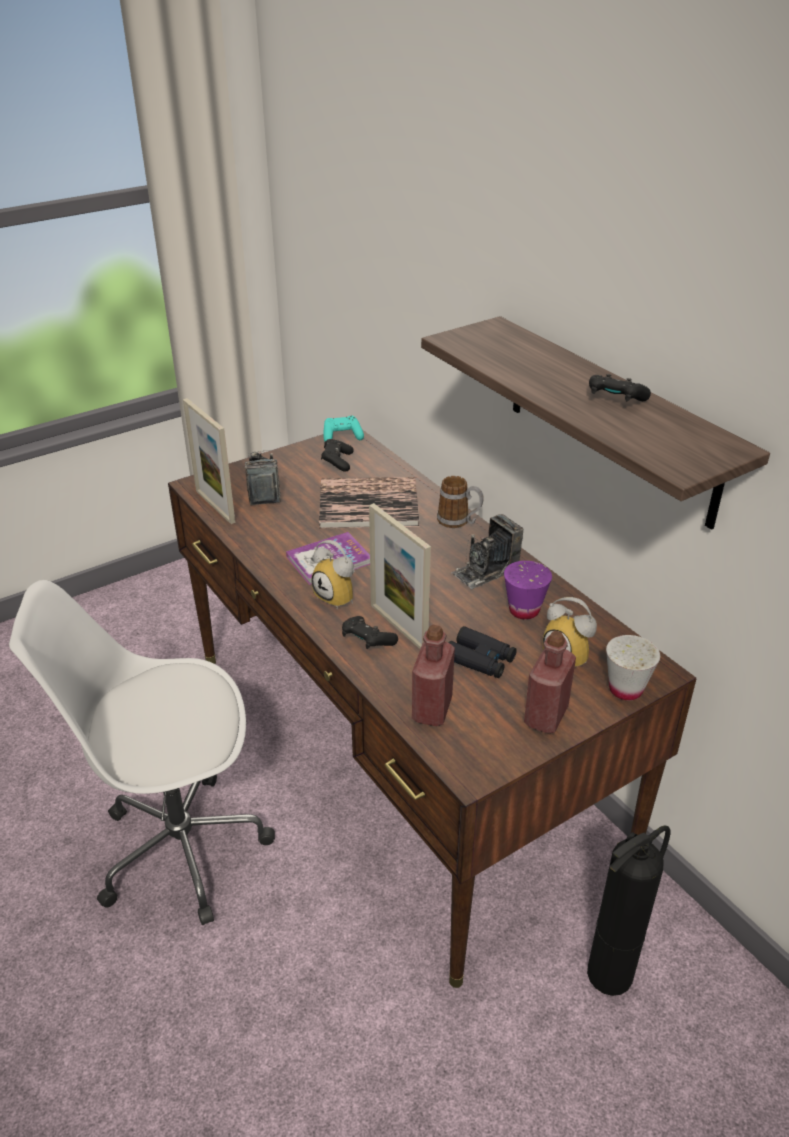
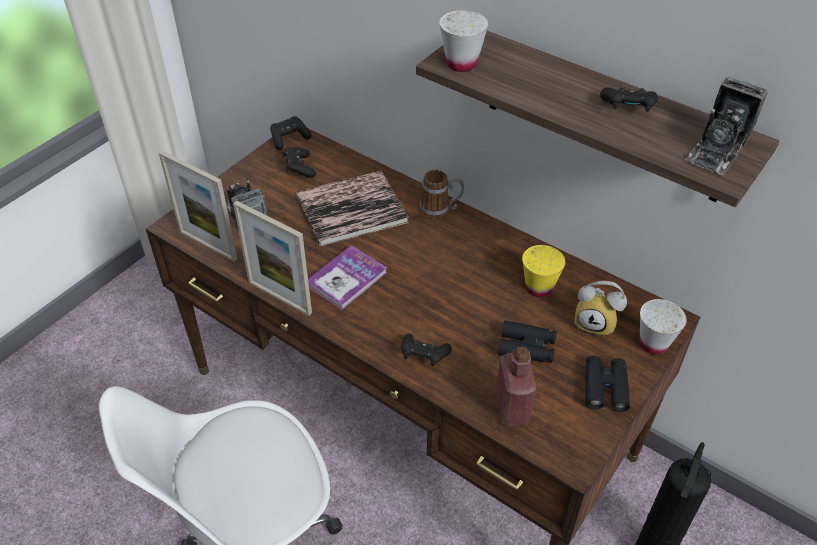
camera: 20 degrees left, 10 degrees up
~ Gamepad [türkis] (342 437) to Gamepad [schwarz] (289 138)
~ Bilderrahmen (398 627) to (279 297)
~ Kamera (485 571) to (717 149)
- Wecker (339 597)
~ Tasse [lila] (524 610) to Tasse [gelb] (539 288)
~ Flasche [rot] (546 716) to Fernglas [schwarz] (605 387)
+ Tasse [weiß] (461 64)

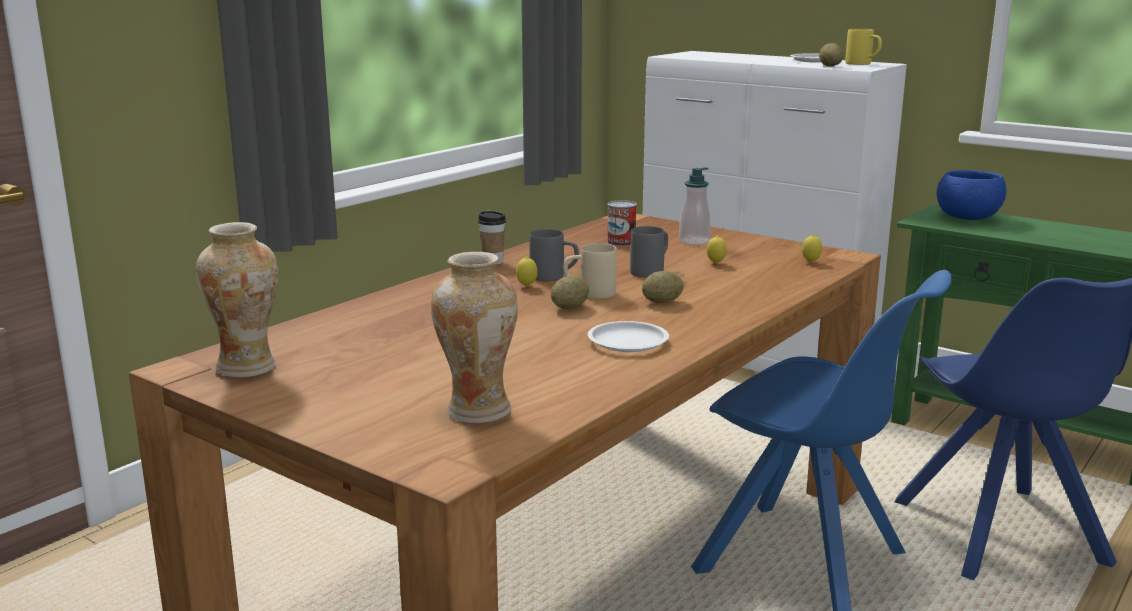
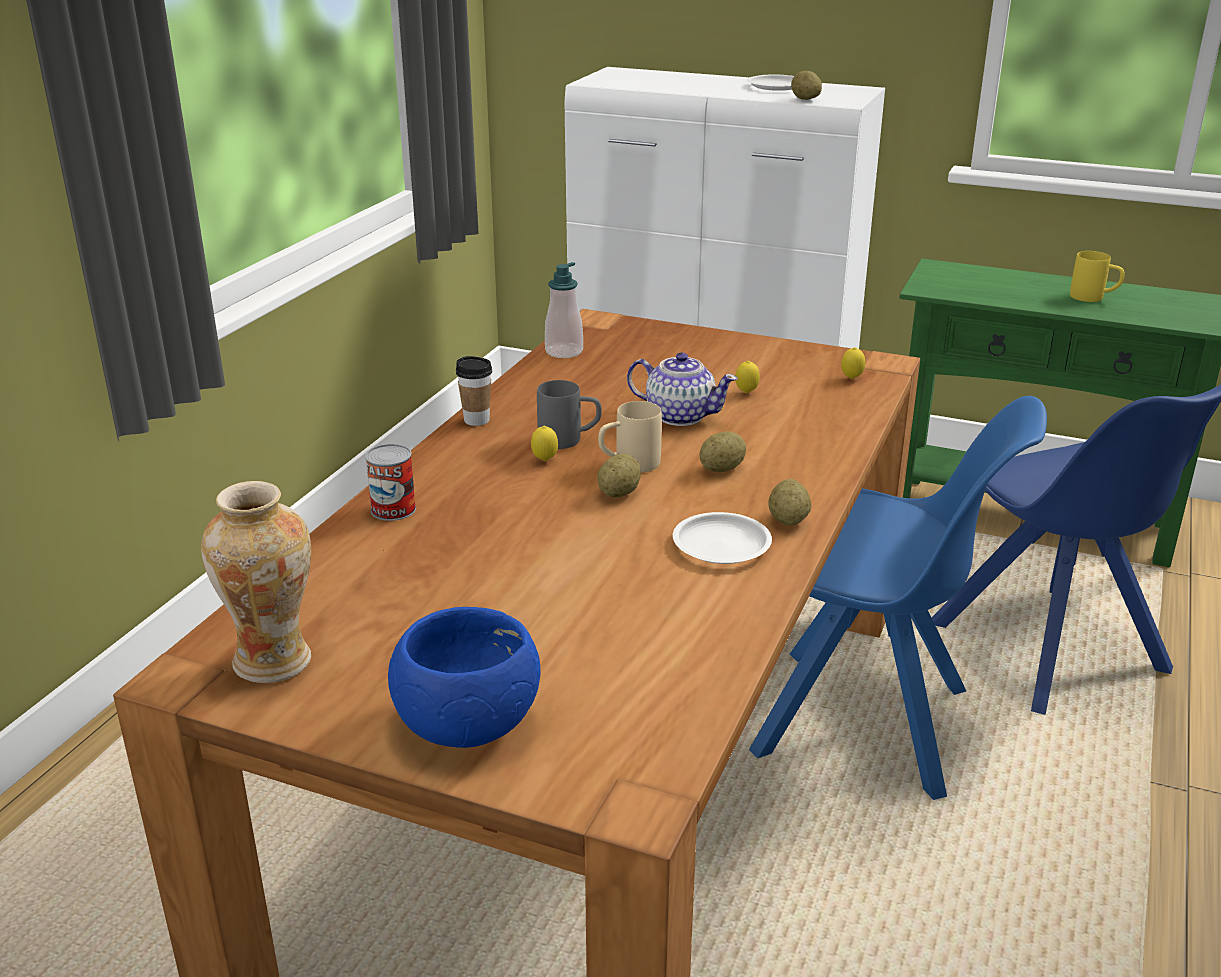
camera: 15 degrees left, 10 degrees up
~ Henkelbecher [gelb] (863 64) to (1094 298)
~ Seifenspender (694 241) to (564 352)
~ Schüssel [blau] (968 218) to (467 722)
~ Dose (621 243) to (393 509)
~ Henkelbecher [grau] (651 271) to Teekanne (679 415)
- Vase (478 411)
+ Kartoffel (788 520)

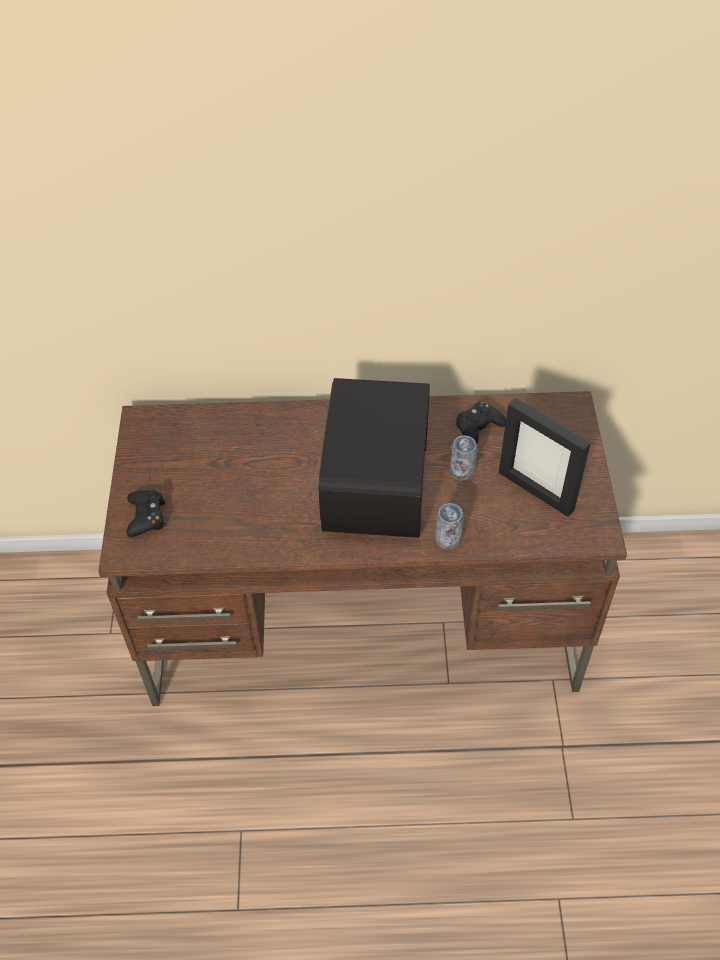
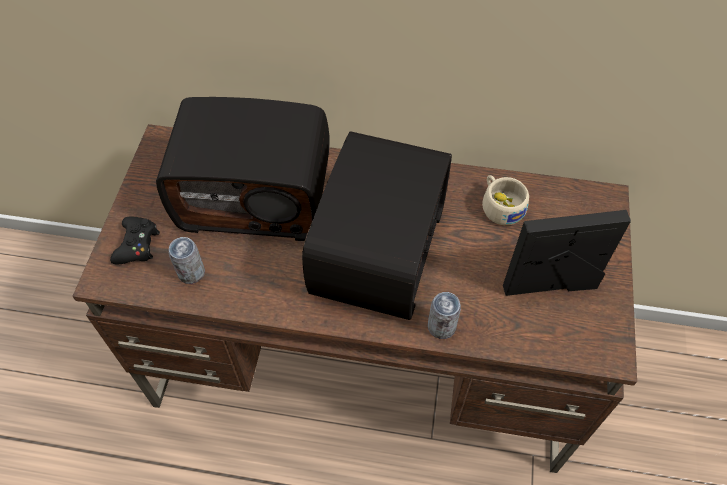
camera: 10 degrees right, 5 degrees up
~ Bilderrahmen (537 490) = (549 287) 120 degrees clockwise
~ Gamepad [schwarz] (478 427) to Tasse [beige] (500 205)
~ Dose (462 471) to (191 273)
+ Radio (256 195)

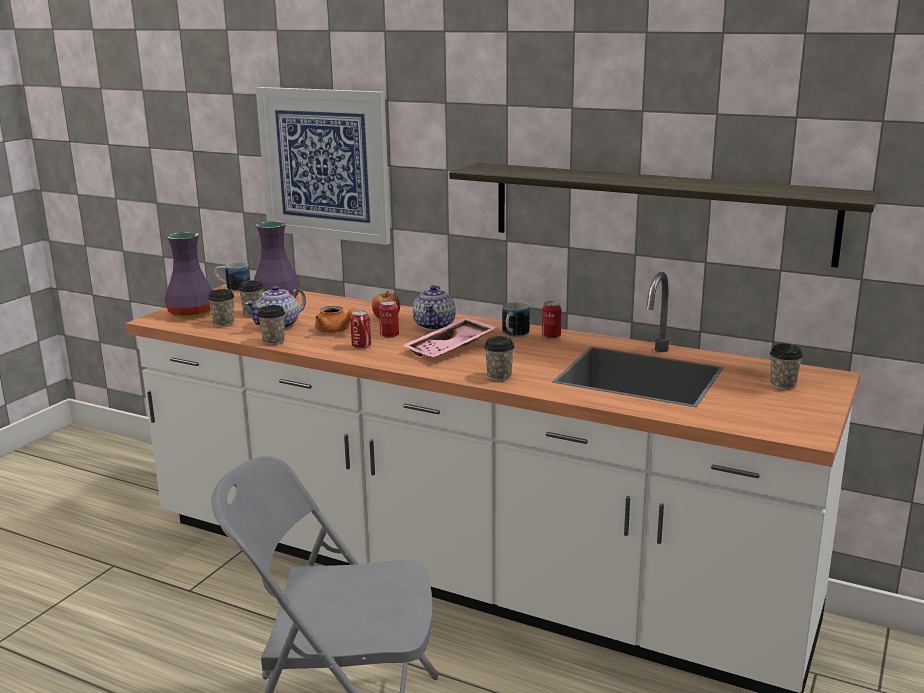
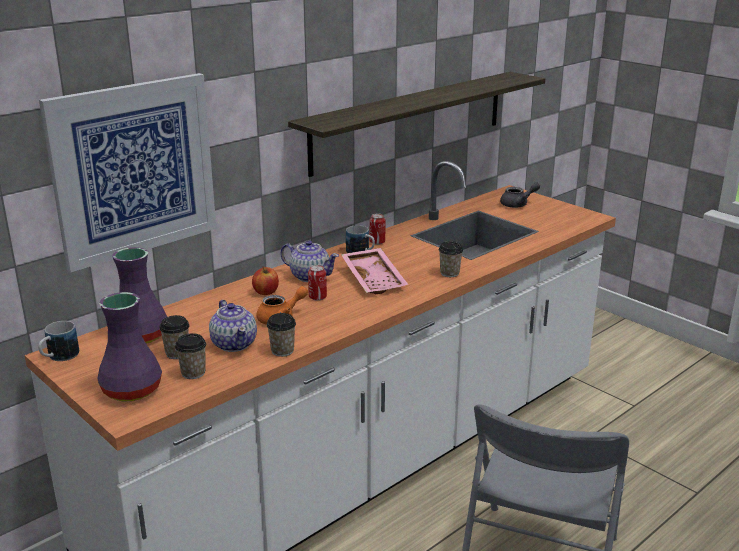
camera: 70 degrees left, 5 degrees up
- Dose (361 346)
~ Tasse (782 385) to Teekanne [grau] (518 204)

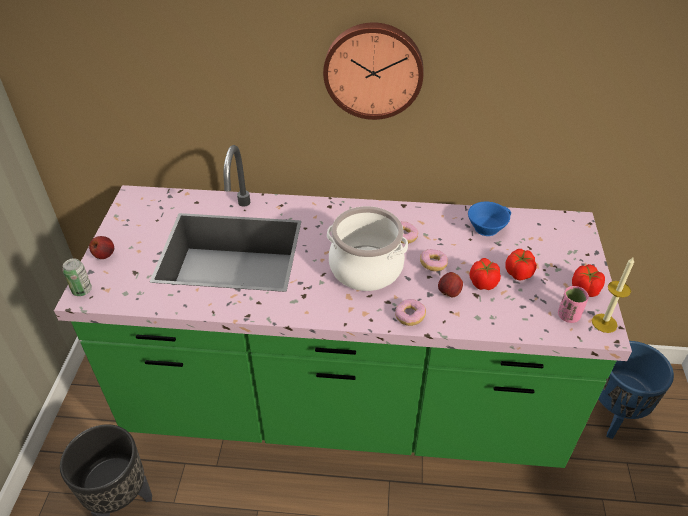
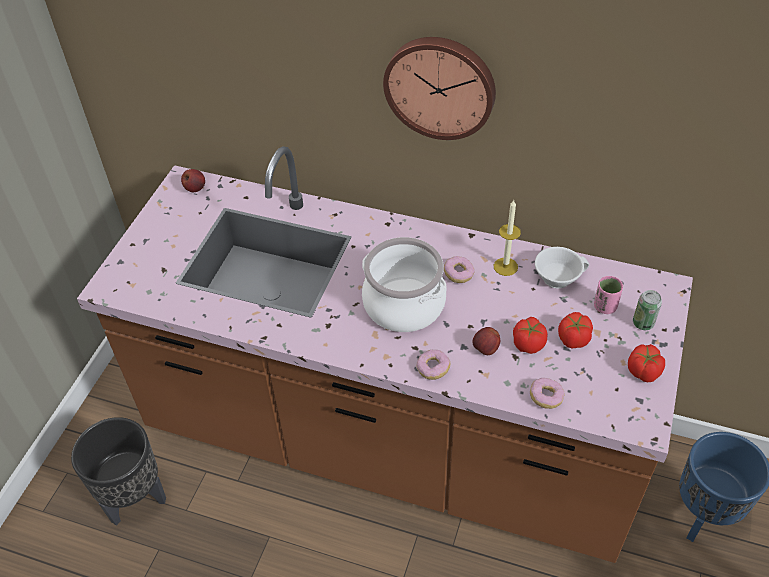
camera: 15 degrees right, 5 degrees up
~ Küchenzeile [grün] (344 404) to Küchenzeile [braun] (390 441)
~ Tasse [blau] (486 226) to Tasse [weiß] (557 276)
~ Apfel (104 255) to (195 189)
~ Donut (433 264) to (546 397)
~ Kerze (604 323) to (505 266)
~ Dose (82 290) to (643 323)
~ Tasse [rosa] (568 316) to (605 307)

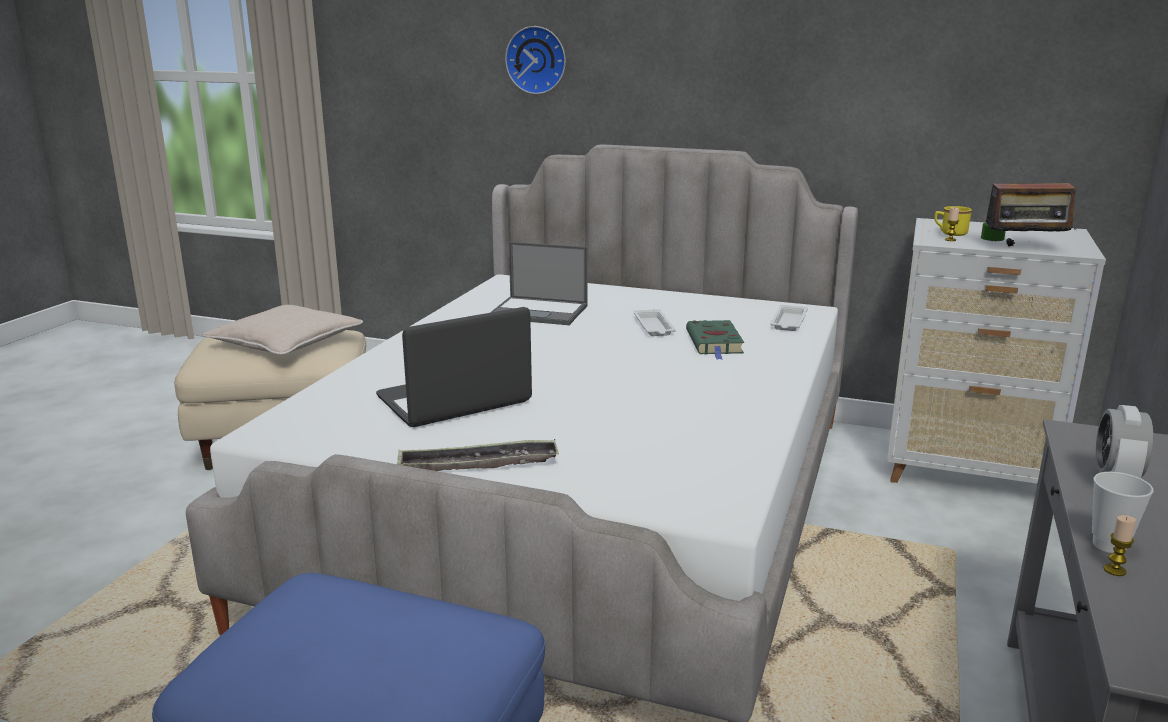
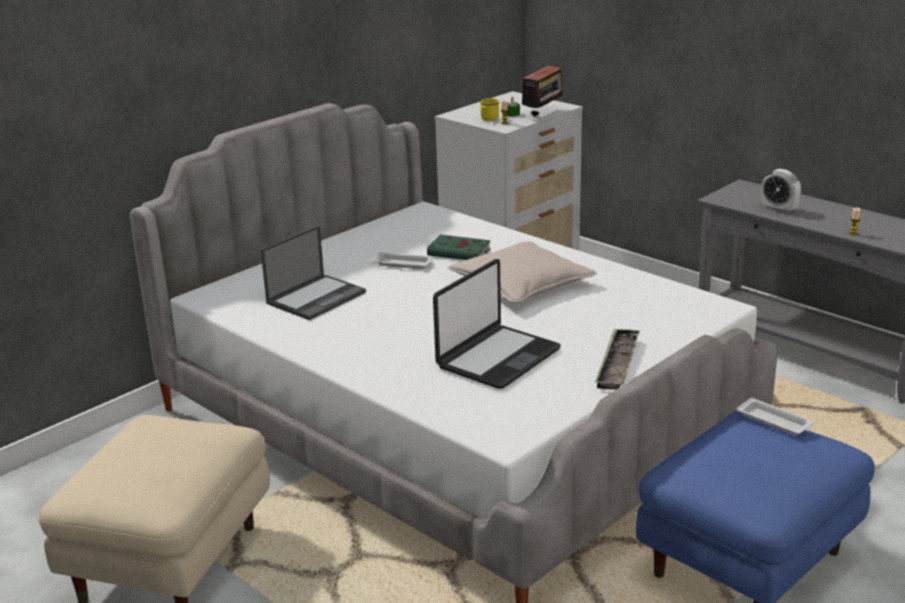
camera: 65 degrees left, 5 degrees up
- Wanduhr (537 60)
~ Kissen [beige] (286 341) to (521 282)
~ Tablett [weiß] (788 322) to (775 422)
~ Laptop (454 401) = (497 358) 135 degrees counterclockwise
- Tasse (1109 545)

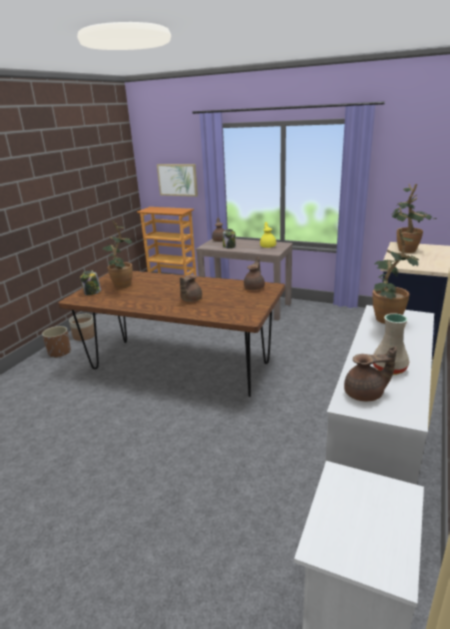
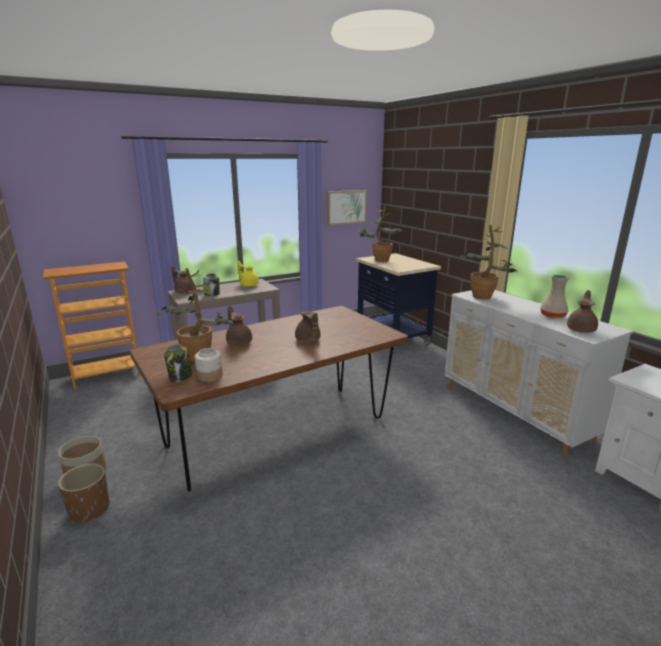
camera: 55 degrees left, 5 degrees down
~ Bild (177 180) to (346 207)
~ Teekanne [braun] (254 287) to (239 342)
+ Vorratsglas (210 376)

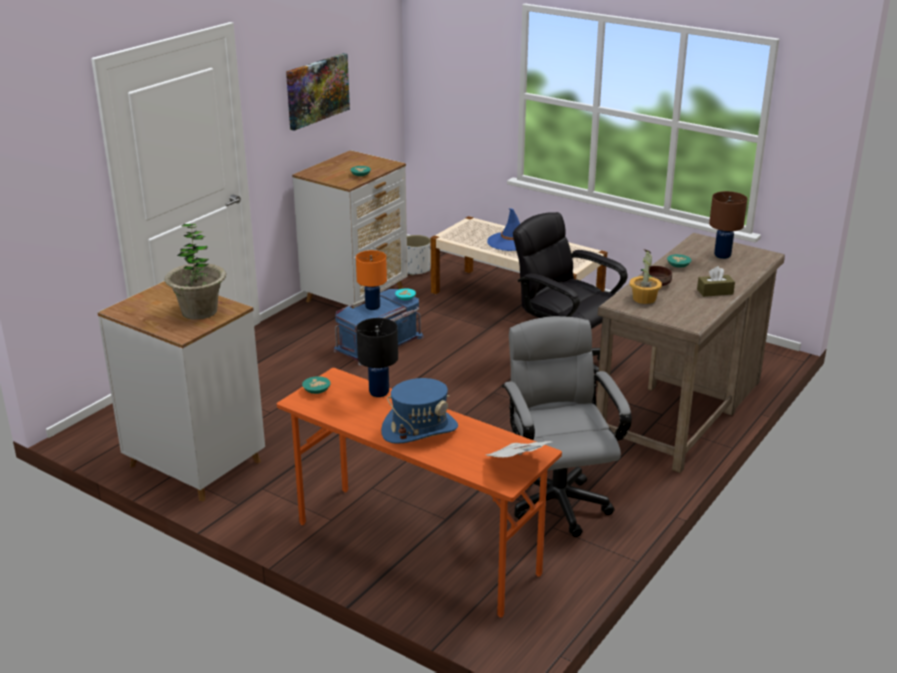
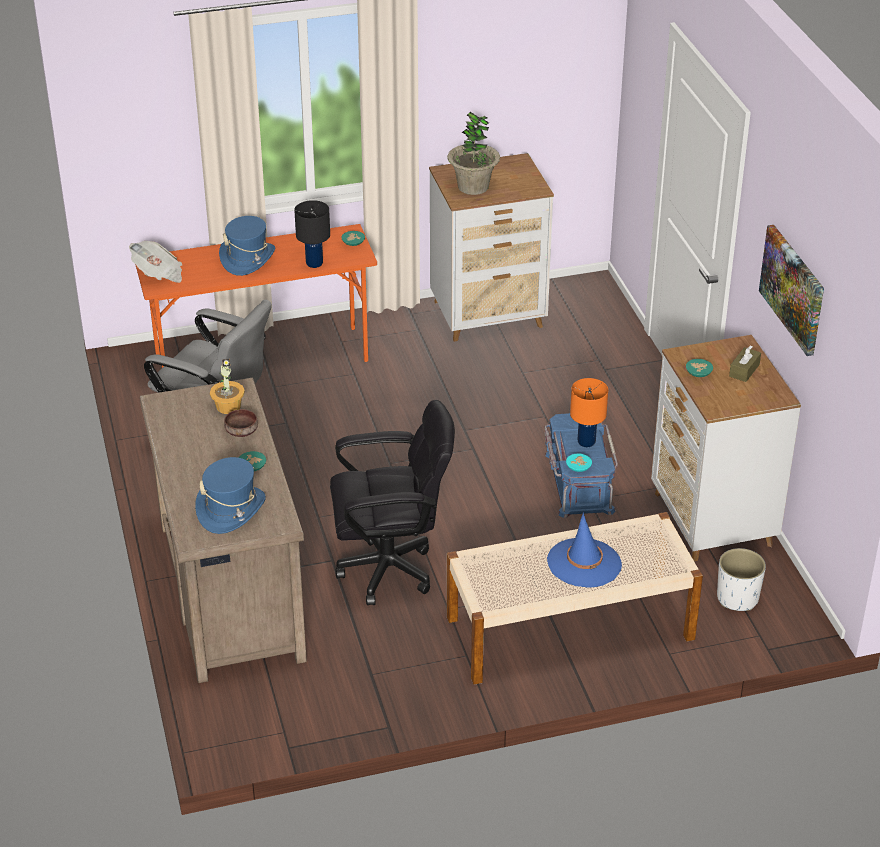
camera: 130 degrees right, 10 degrees up
~ Tischlampe [braun] (722 255) to Hut [blau] (231 509)
~ Taschentuchbox [braun] (715 292) to (744 370)

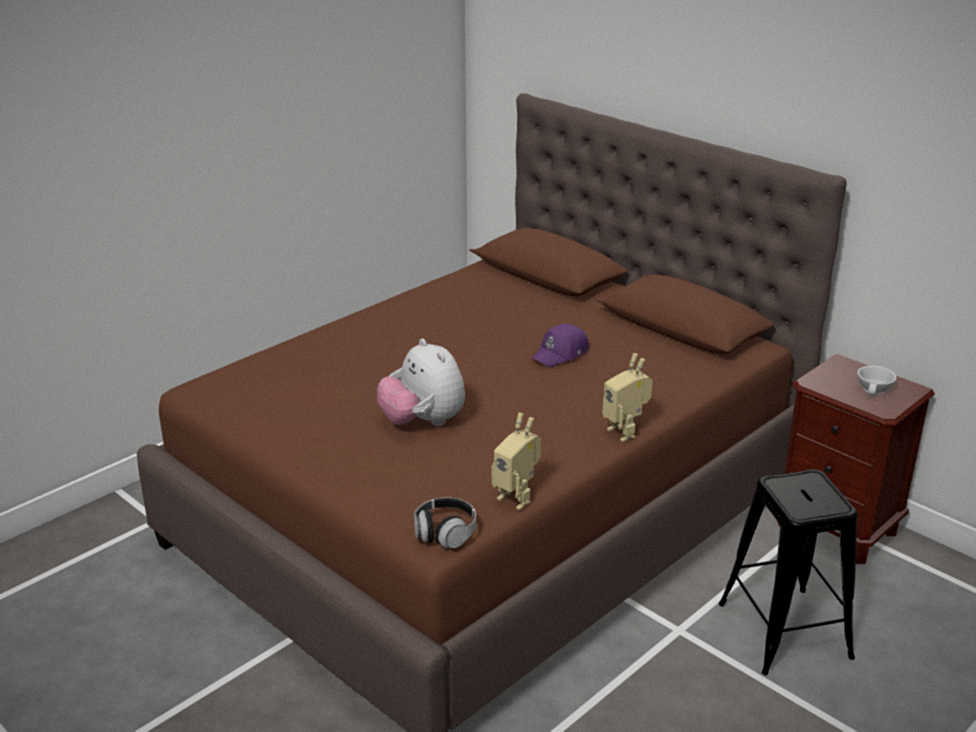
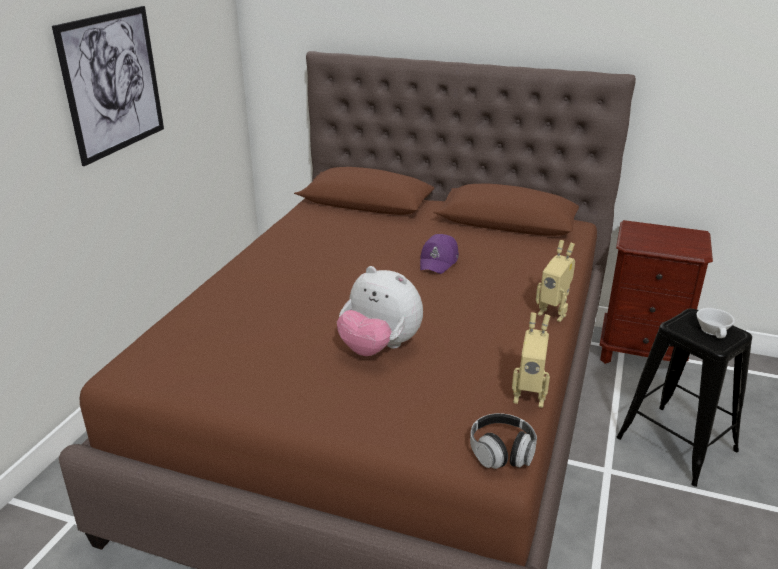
camera: 25 degrees left, 0 degrees up
~ Tasse [weiß] (875 389) to (714 330)
+ Bild (113 83)

